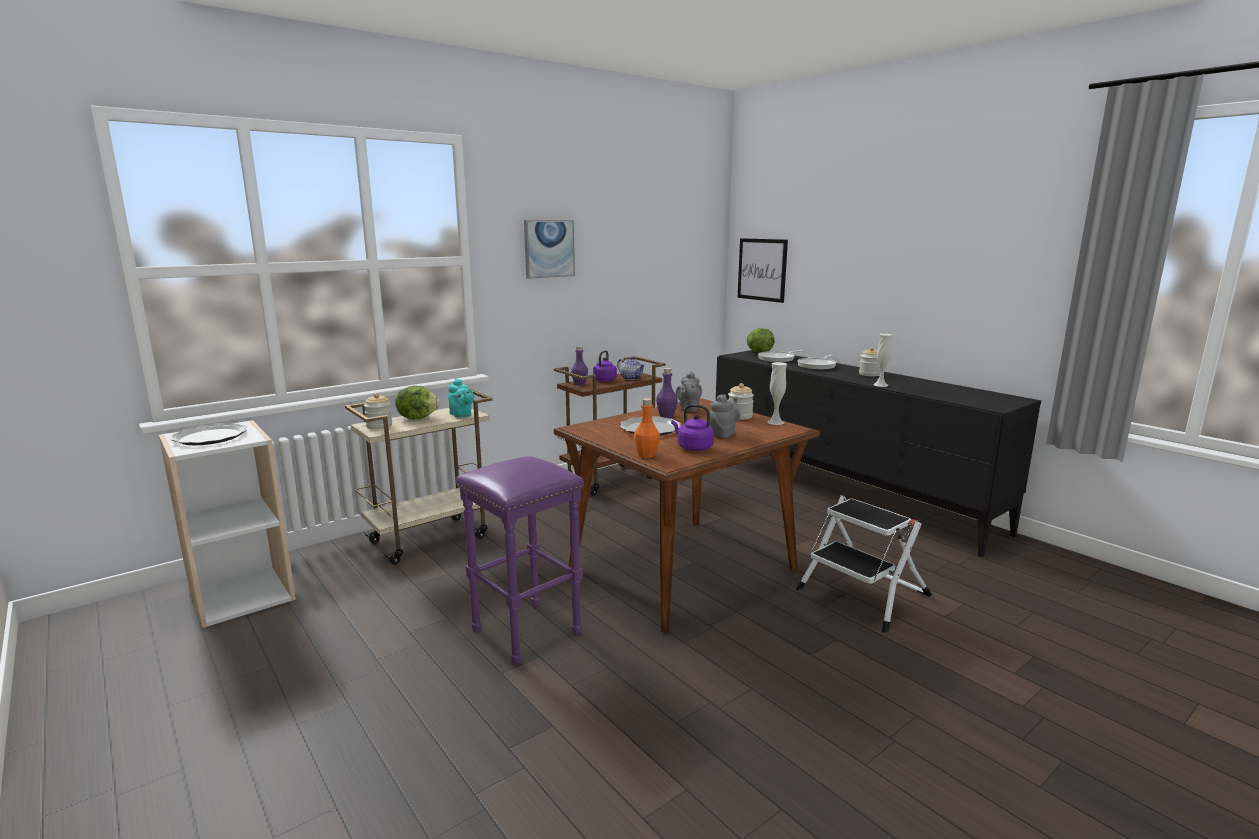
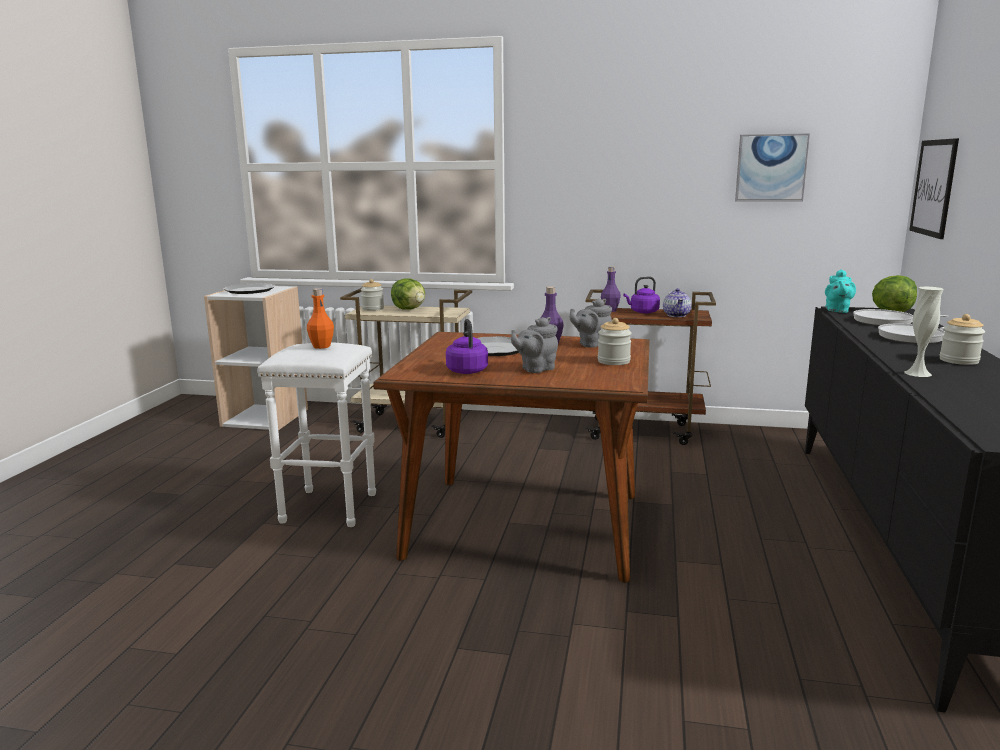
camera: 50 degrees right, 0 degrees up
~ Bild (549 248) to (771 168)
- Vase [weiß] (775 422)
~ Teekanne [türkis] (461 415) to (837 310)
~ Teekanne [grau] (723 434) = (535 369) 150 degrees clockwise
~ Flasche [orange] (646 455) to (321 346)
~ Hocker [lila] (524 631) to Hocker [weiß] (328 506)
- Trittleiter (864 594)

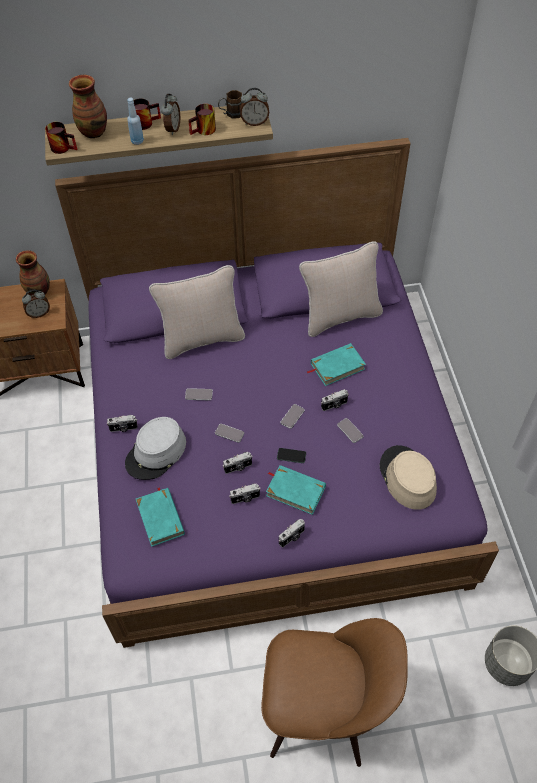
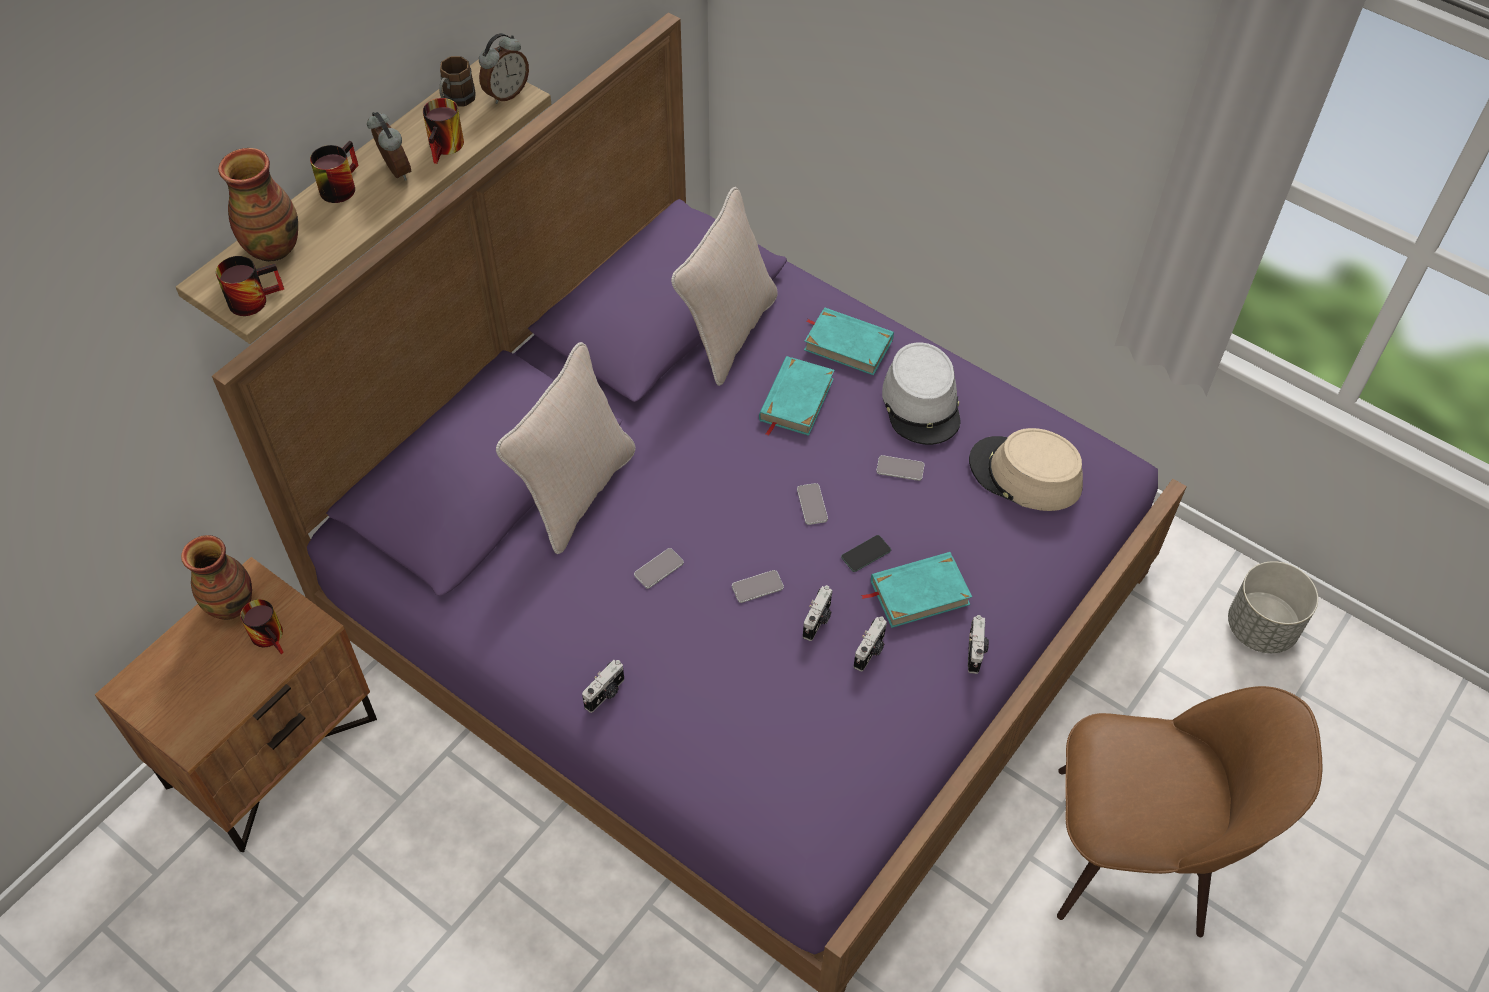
camera: 45 degrees left, 0 degrees up
- Flasche [blau] (137 141)
~ Wecker (39 313) to Henkelbecher (272 636)
- Kamera (334 405)
~ Hut [grau] (156 453) to (922 403)
~ Buch [türkis] (160 518) to (848 344)
~ Stuhl [braun] (324 708) = (1139 851) 45 degrees clockwise

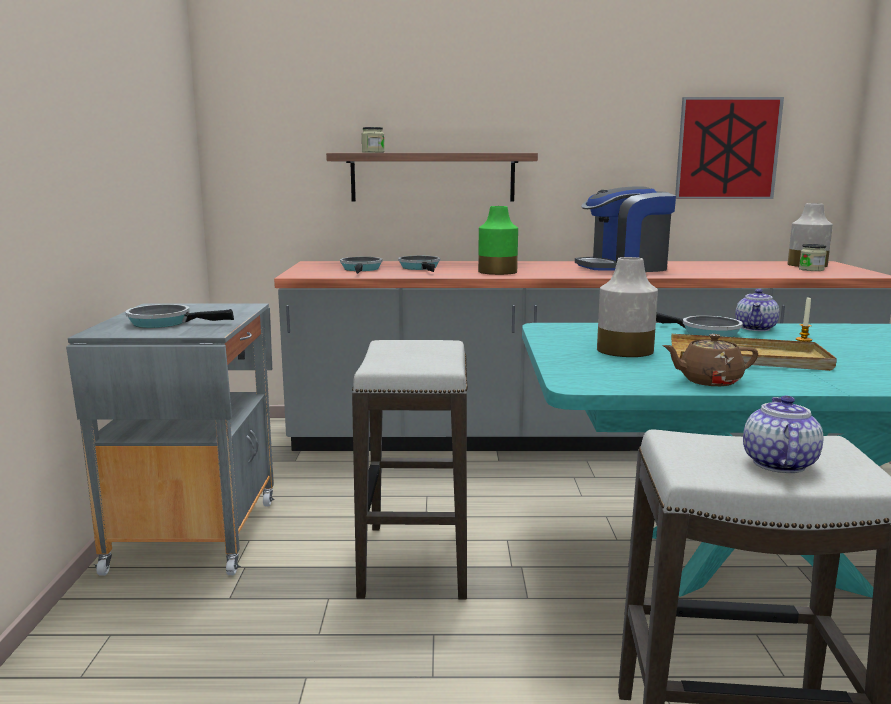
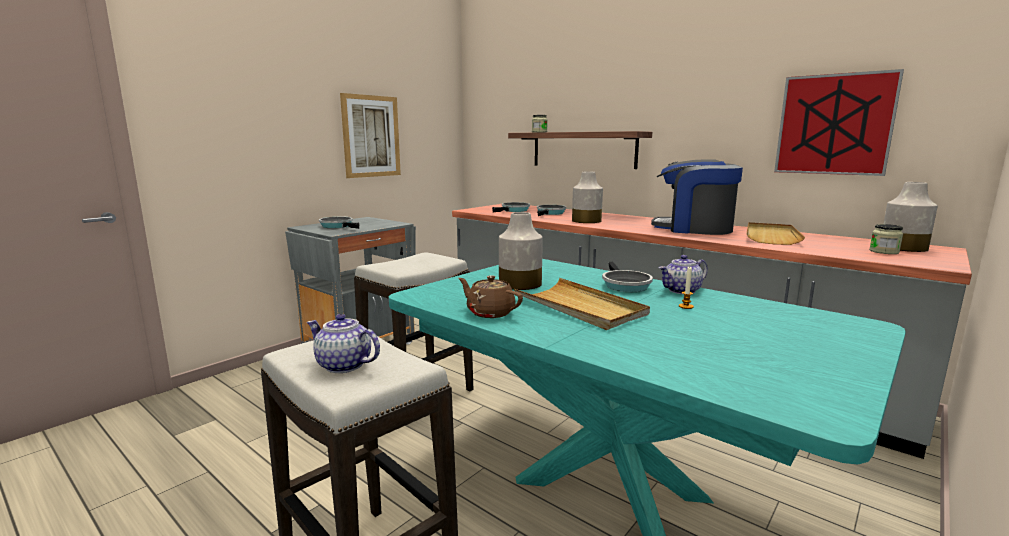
camera: 40 degrees right, 0 degrees up
~ Vase [grün] (497 272) to Vase [beige] (586 221)
~ Teekanne (777 463) = (343 365) 120 degrees counterclockwise
+ Bild (371 136)
+ Tablett [beige] (771 236)

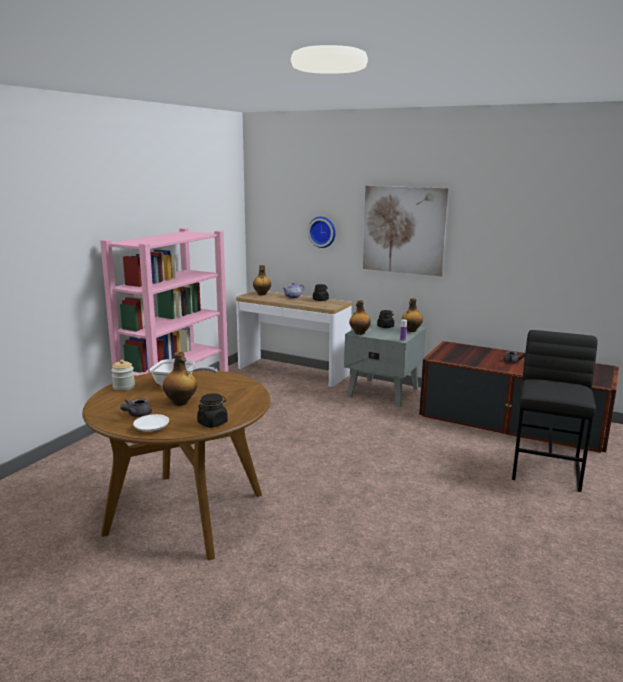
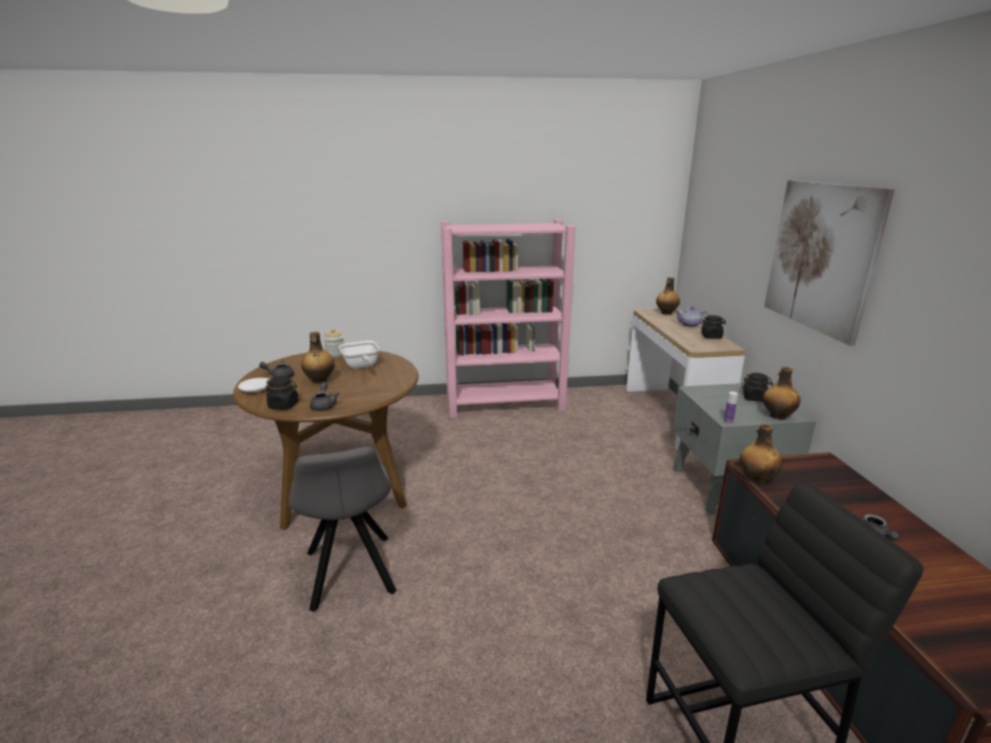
camera: 55 degrees right, 5 degrees up
- Wanduhr (322 232)
~ Flasche (359 333) to (756 479)
+ Teekanne [grau] (324 405)
+ Stuhl [grau] (351 572)

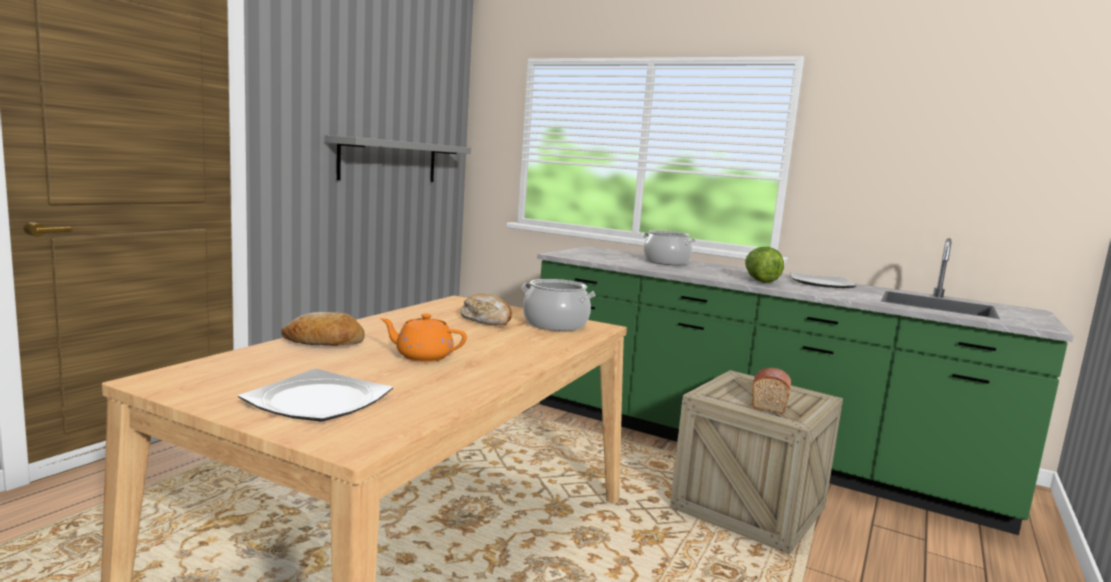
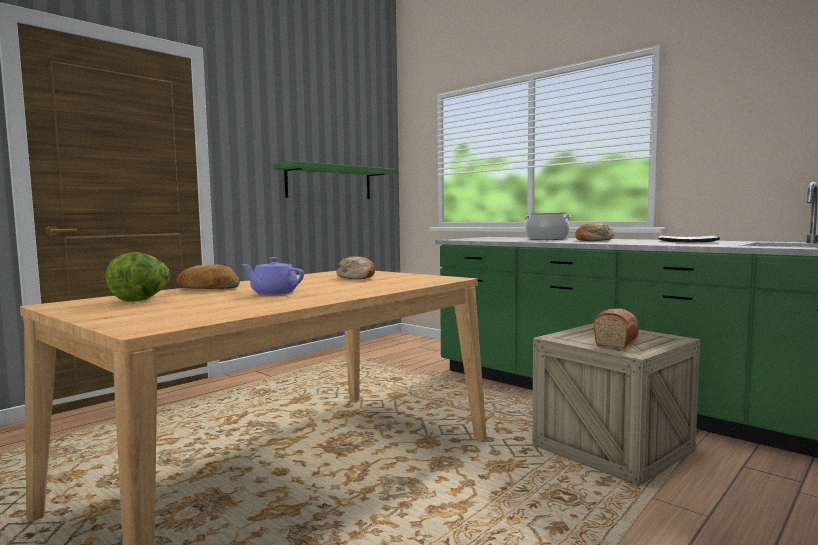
camera: 15 degrees right, 5 degrees down
~ Wandregal [grau] (389 161) to Wandregal [grün] (329 183)
~ Salatkopf (760 281) to (142 299)
- Kochtopf (555 324)
~ Teekanne [orange] (422 356) to Teekanne [lila] (273 293)
- Teller (316 401)
+ Brot (594 240)

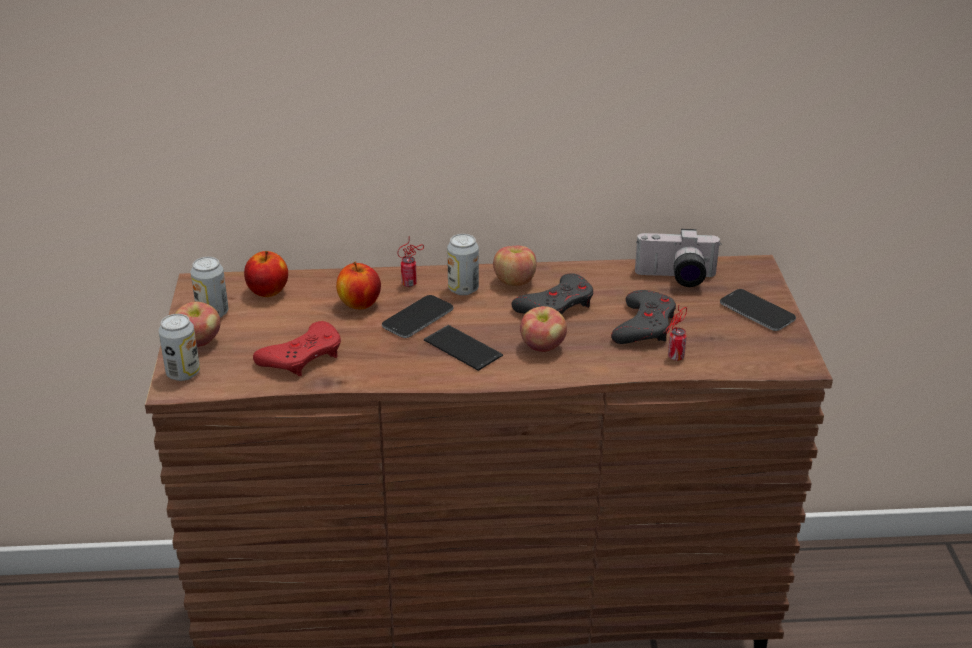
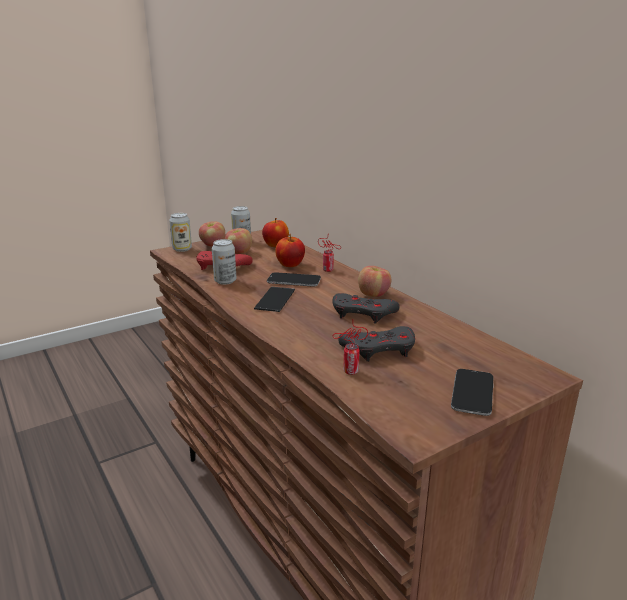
camera: 60 degrees right, 10 degrees down
- Kamera (676 278)
~ Dose (463 289) to (225 281)
~ Apfel (542 347) to (239 252)

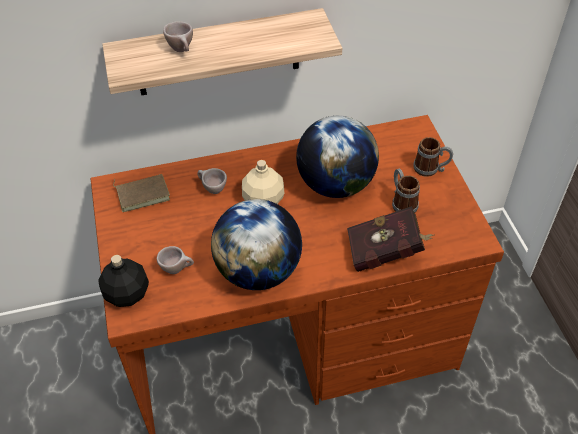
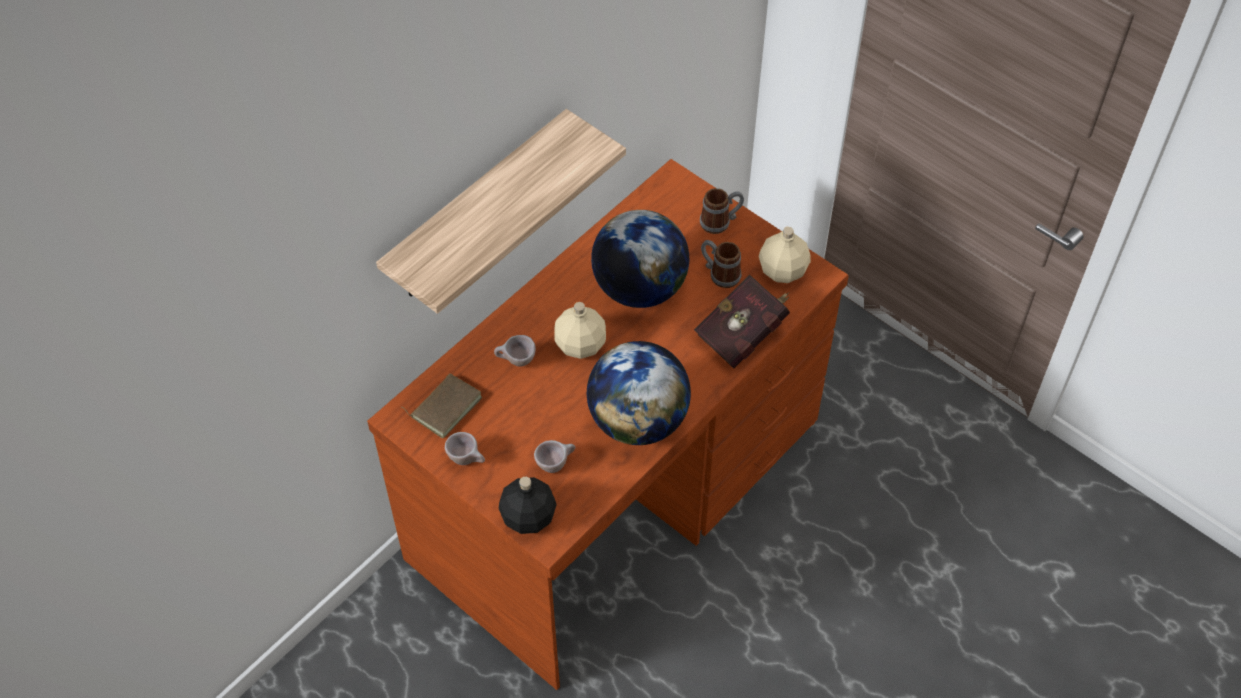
camera: 35 degrees left, 5 degrees up
~ Tasse [beige] (182 50) to (467 460)
+ Flasche [beige] (783 271)

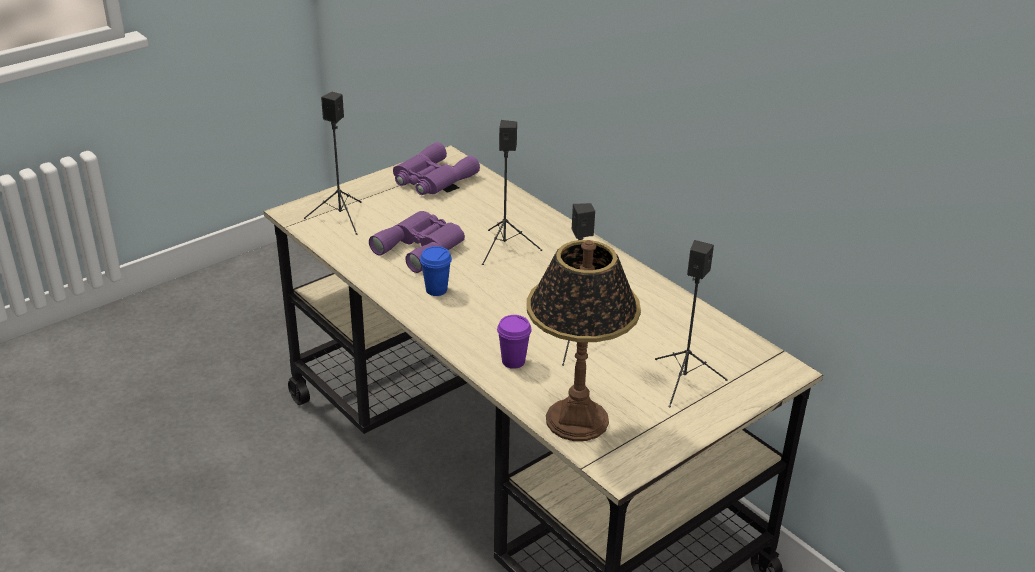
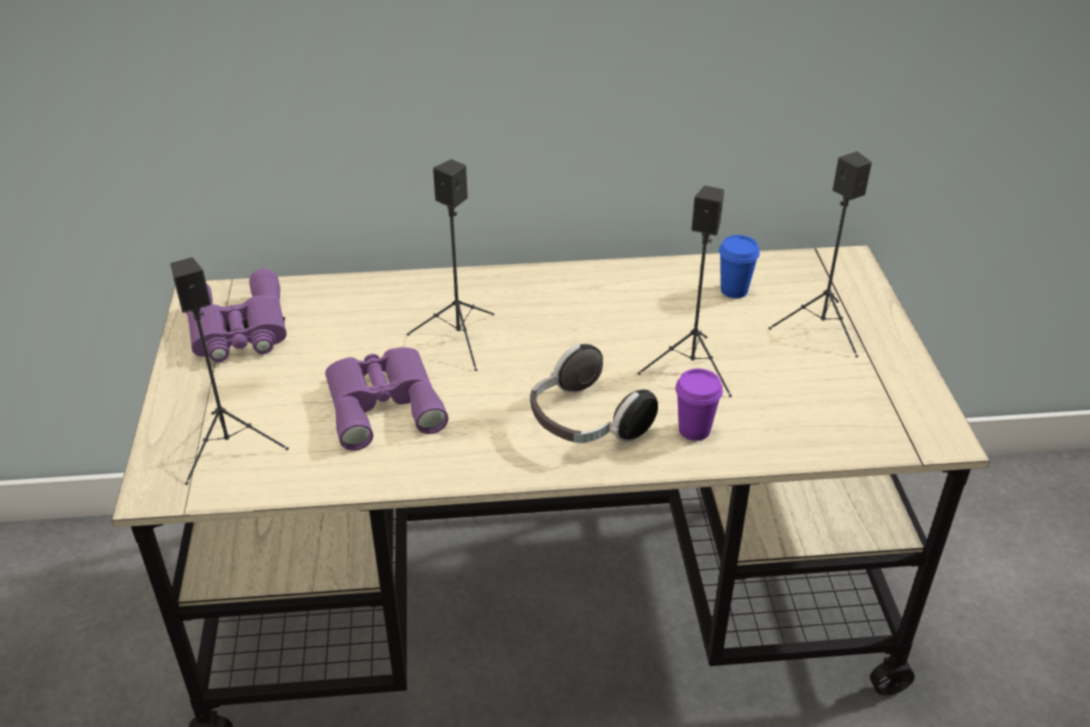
camera: 55 degrees left, 5 degrees up
- Tischlampe (576 420)
~ Tasse [blau] (436 290) to (734 290)
+ Kopfhörer (585 422)

